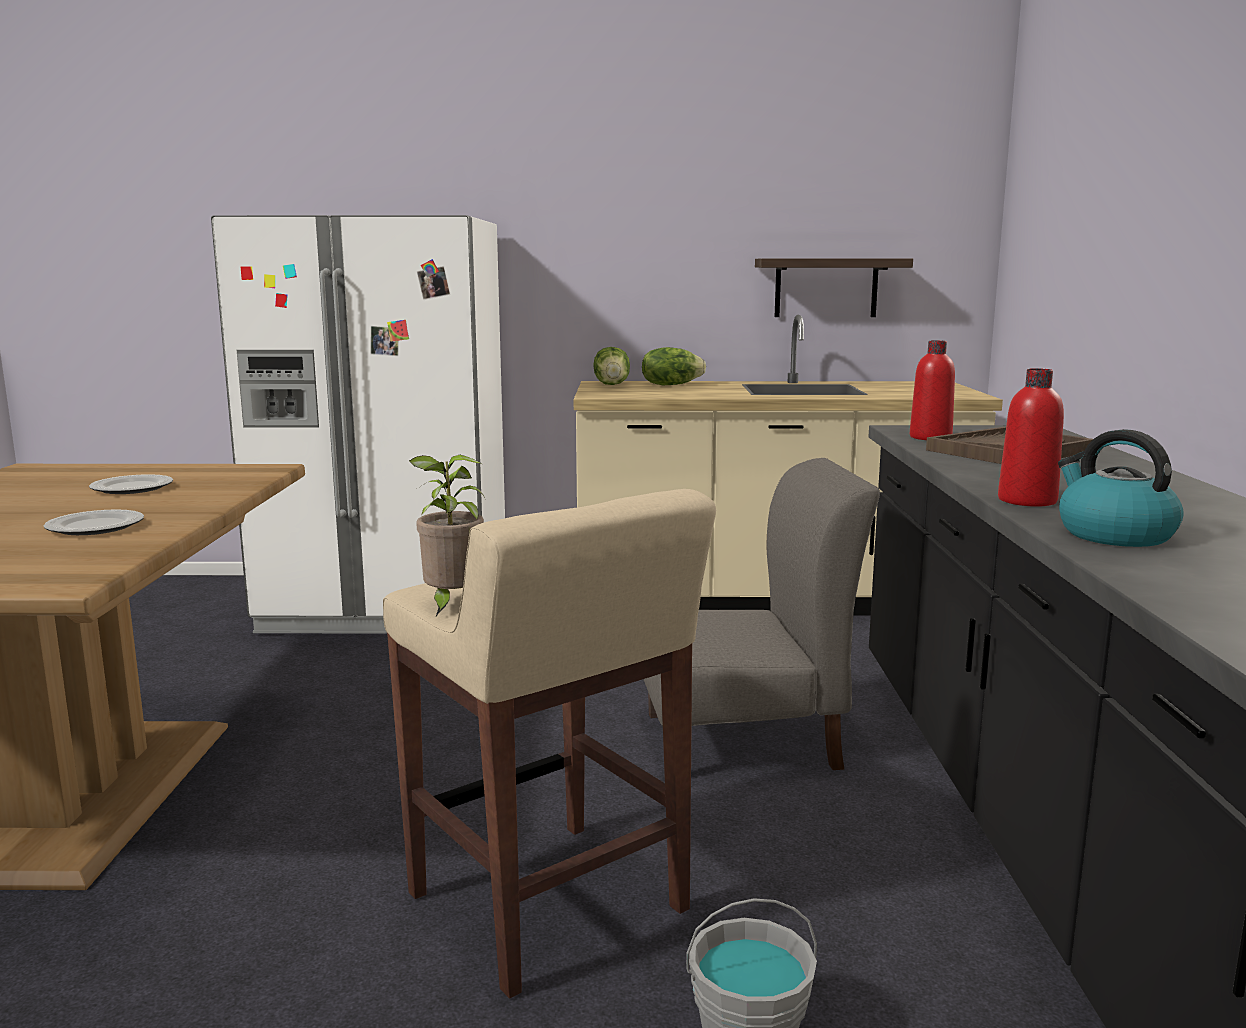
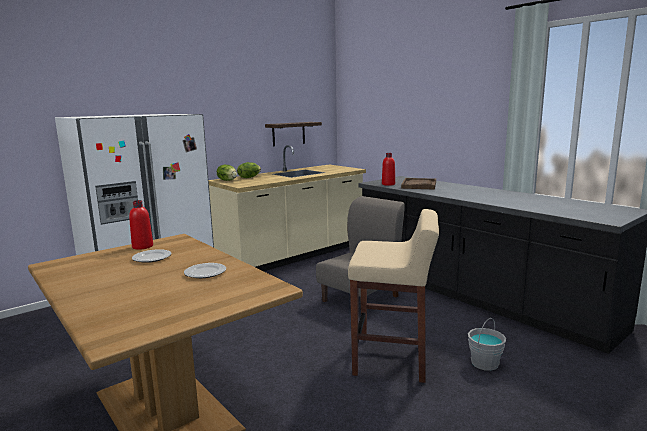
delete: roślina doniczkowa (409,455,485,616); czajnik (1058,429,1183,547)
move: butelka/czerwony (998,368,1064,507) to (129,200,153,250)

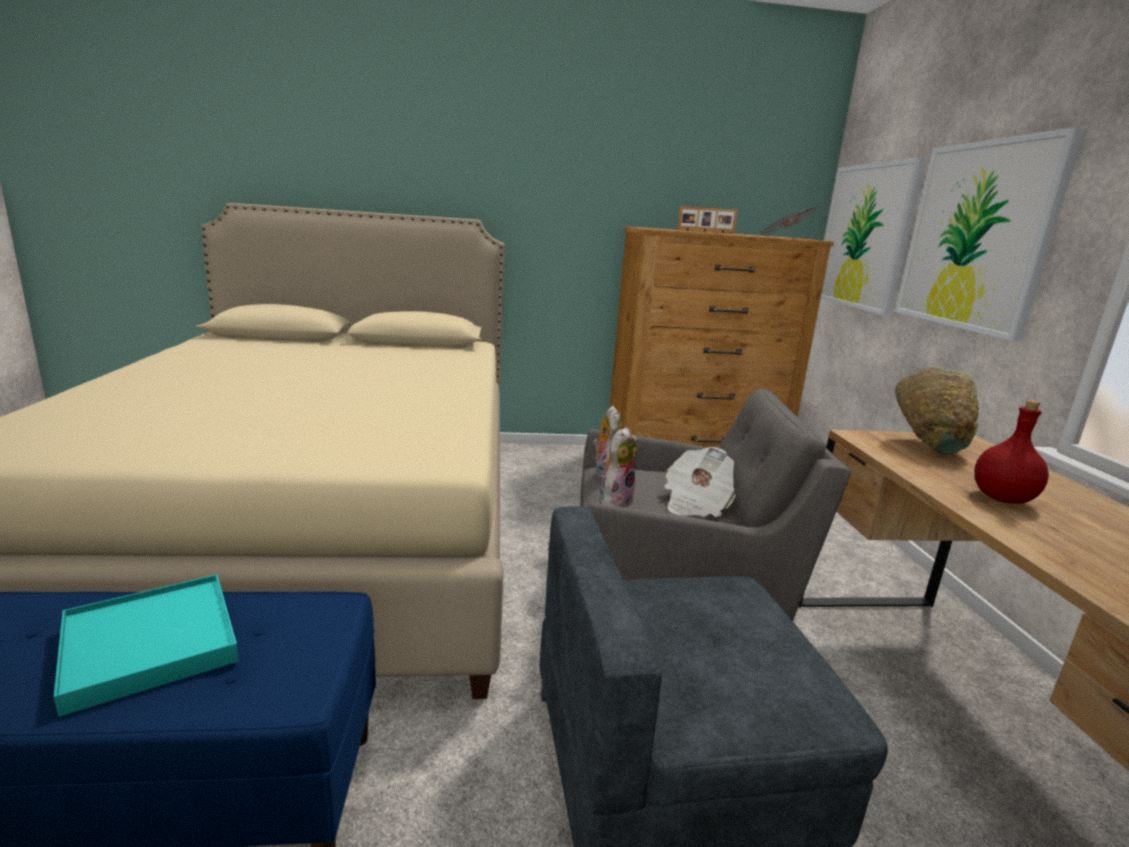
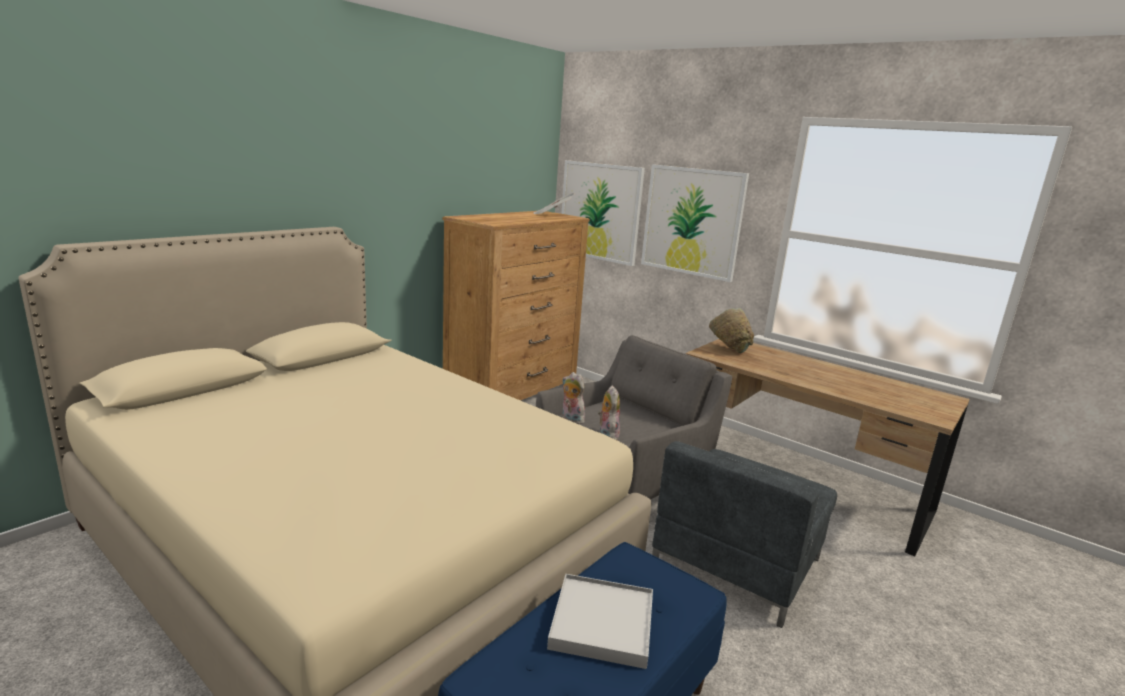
delete: gazeta (664,447,736,517); ramka na zdjęcie (677,206,738,234); butelka/czerwony (974,400,1048,504)
recolor: taca/turkusowy (54,574,239,717) to taca/biały (547,574,653,669)

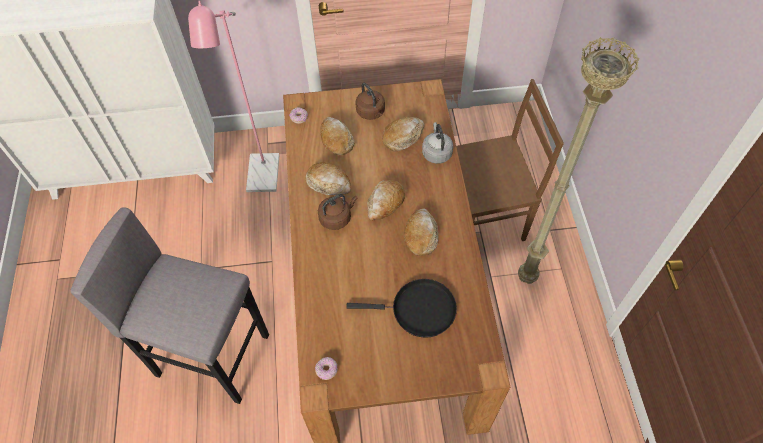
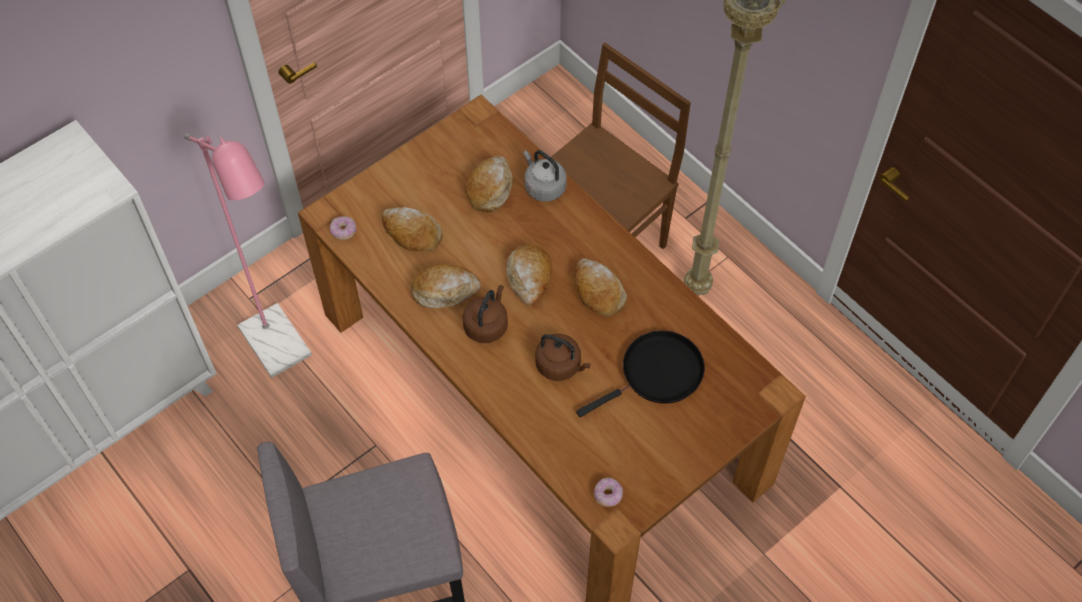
move: czajnik/brązowy (355,83,385,120) to (535,334,591,381)

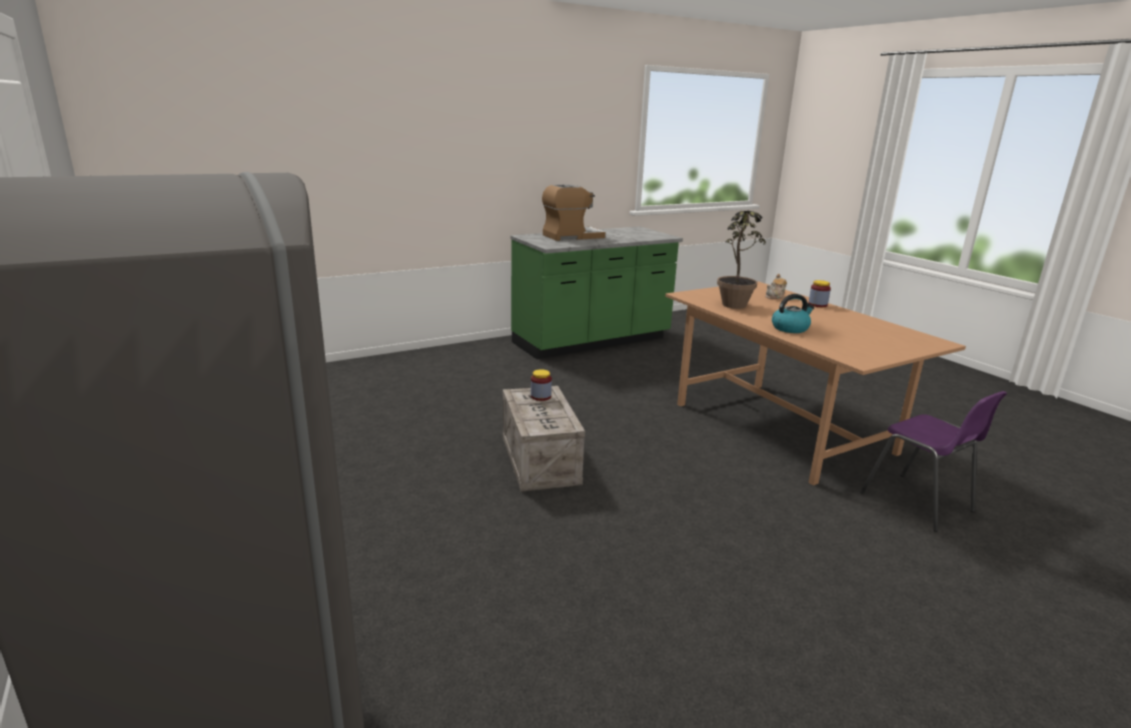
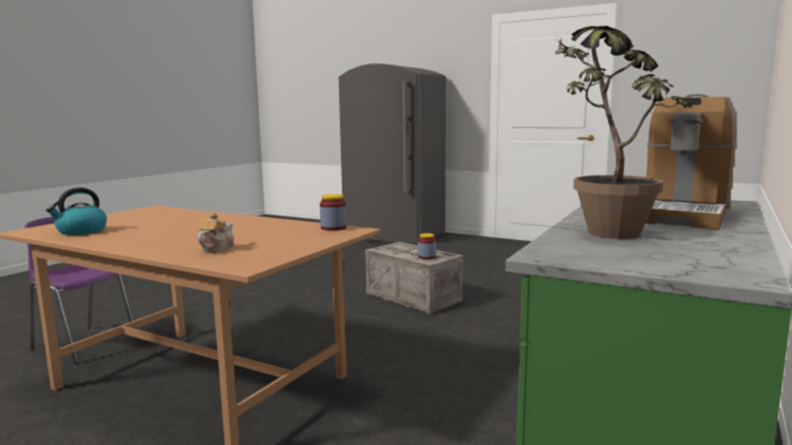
move: roślina doniczkowa (717,210,766,309) to (555,25,689,239); czajnik (772,294,815,333) to (46,187,107,235); słoik (808,280,831,307) to (320,194,347,231)

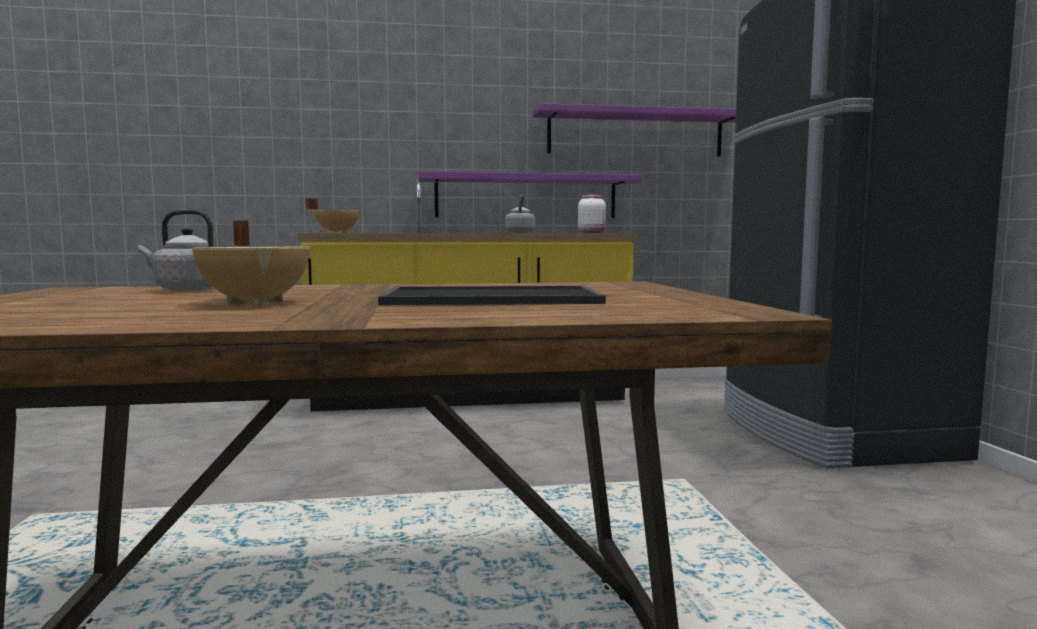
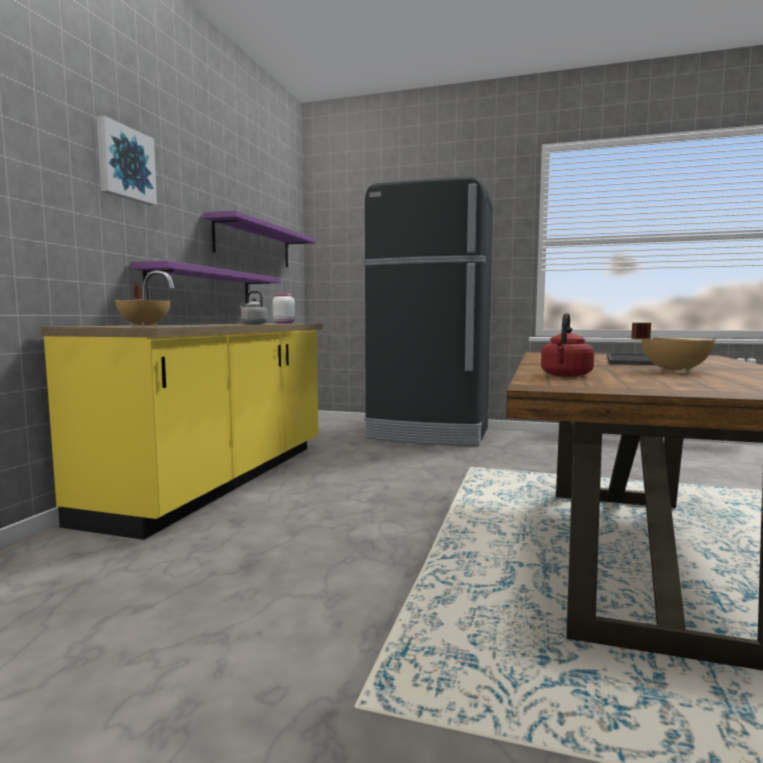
insert: obraz (96,115,157,206)
recolor: czajnik/szary (138,209,213,291) to czajnik/czerwony (541,313,595,377)

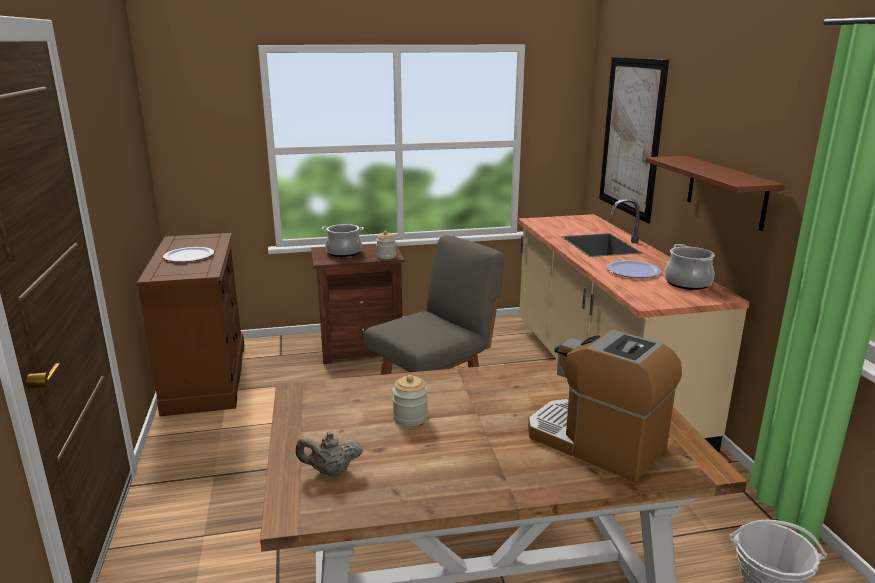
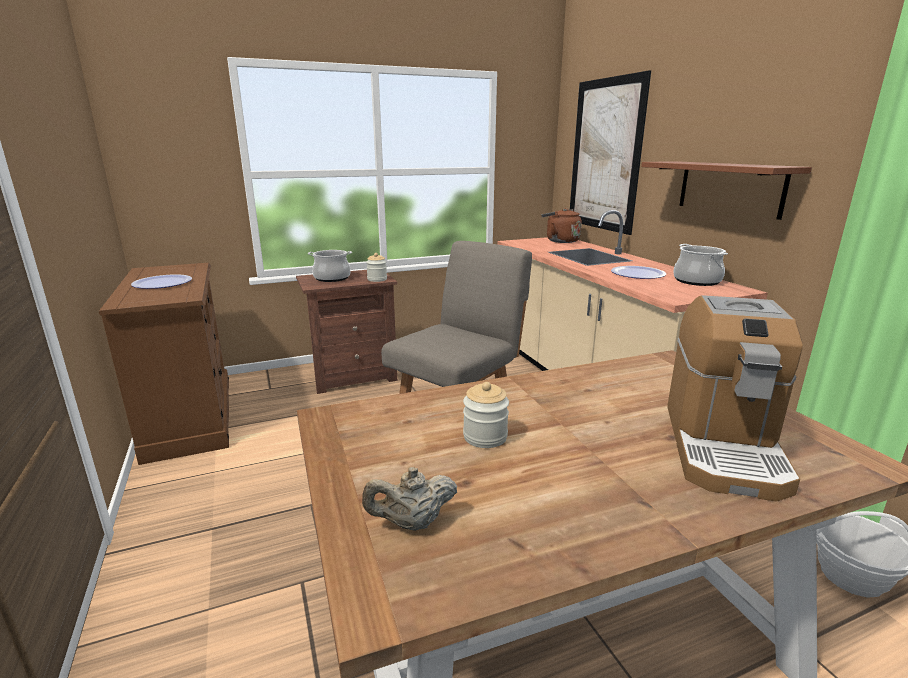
insert: czajnik/brązowy (541,208,582,243)
rotate: ekspres do kawy (528,330,682,482) = (667,295,803,502) 105 degrees counterclockwise

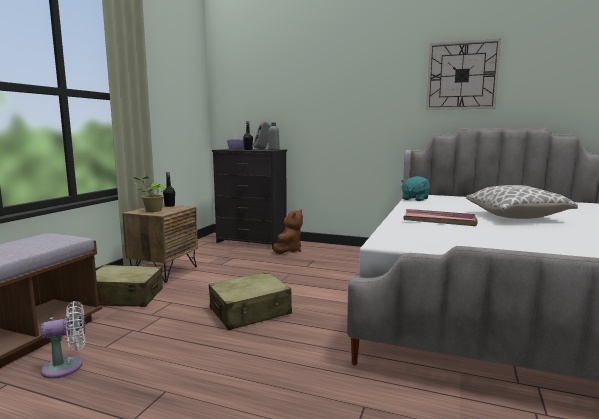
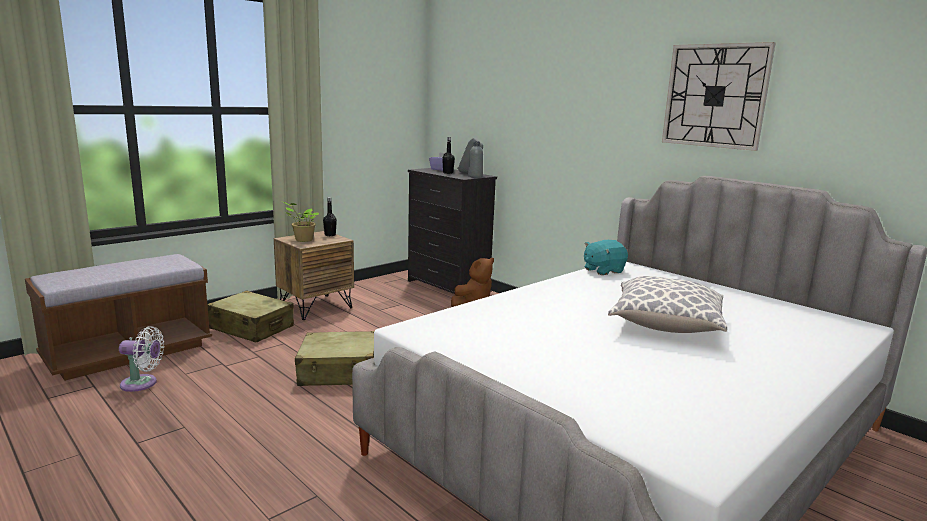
delete: taca/różowy (404,209,478,226)

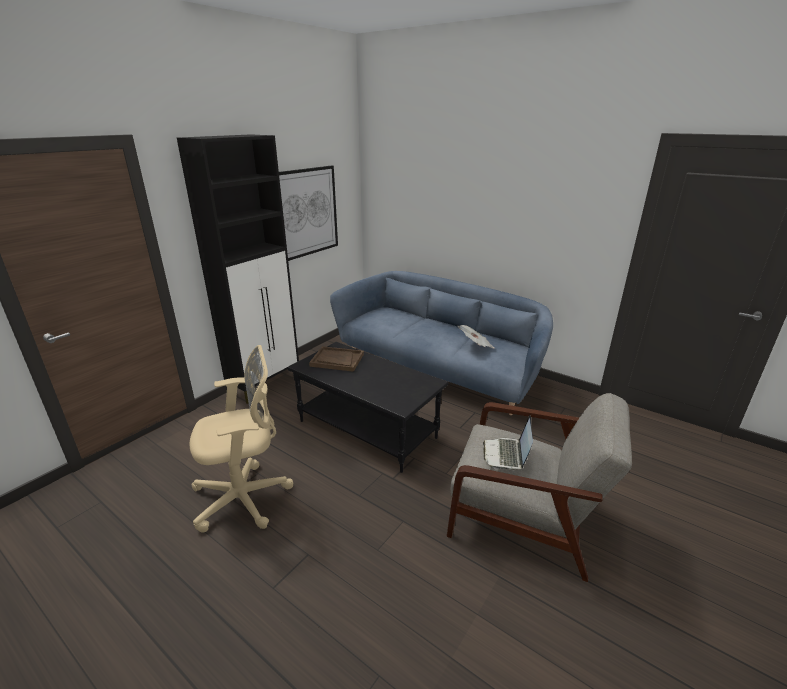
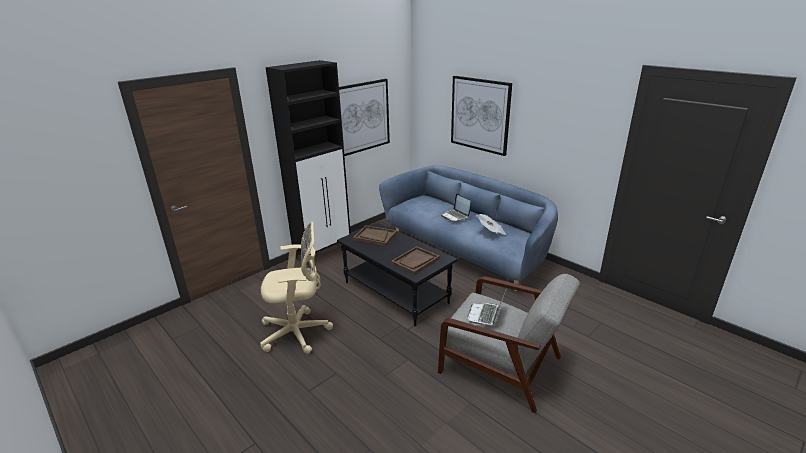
insert: taca/brązowy (391,246,440,275); laptop (441,193,471,221); obraz (451,76,512,156)

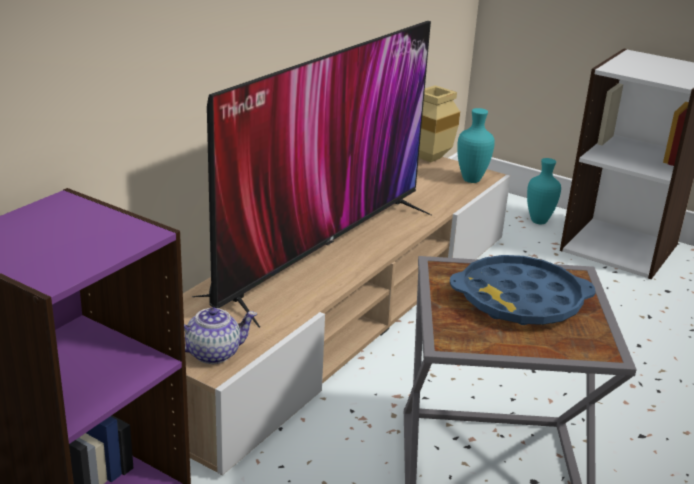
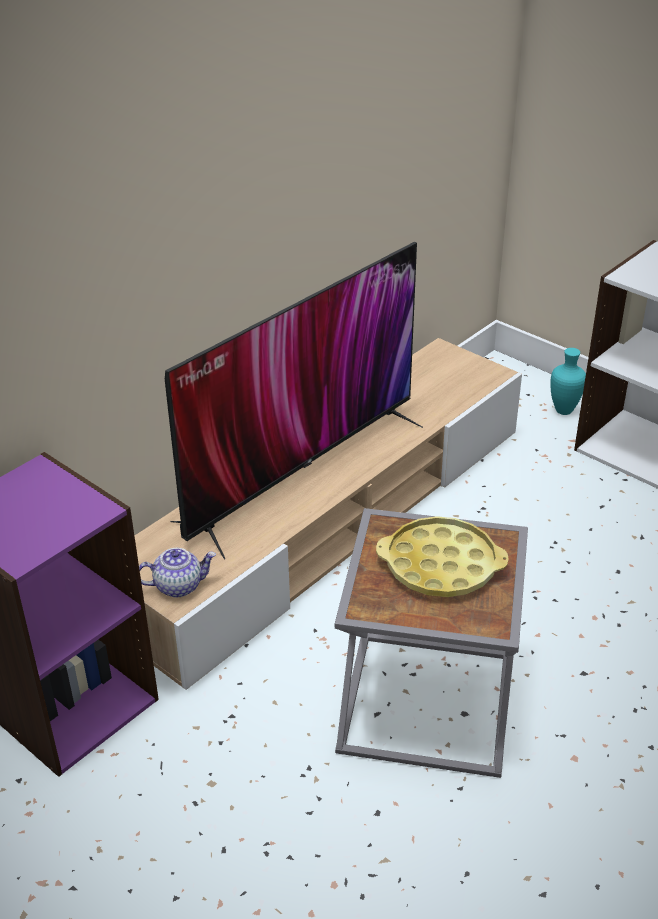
delete: wazon/beżowy (419,85,460,163); wazon/turkusowy (457,108,495,183)
recolor: taca/niebieski (450,255,596,325) to taca/żółty (376,516,509,597)

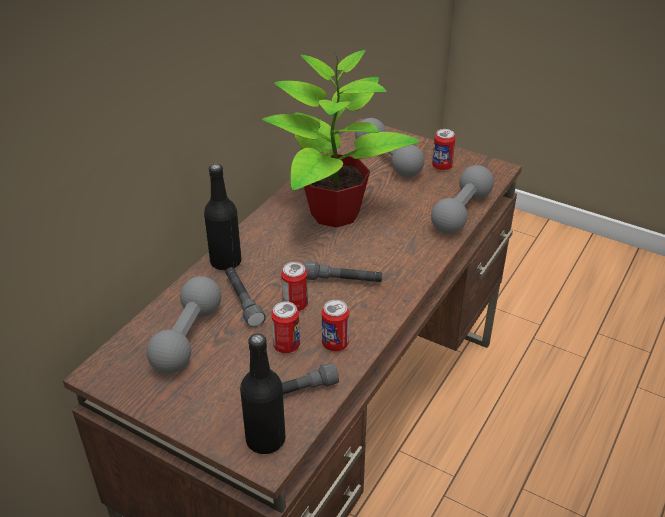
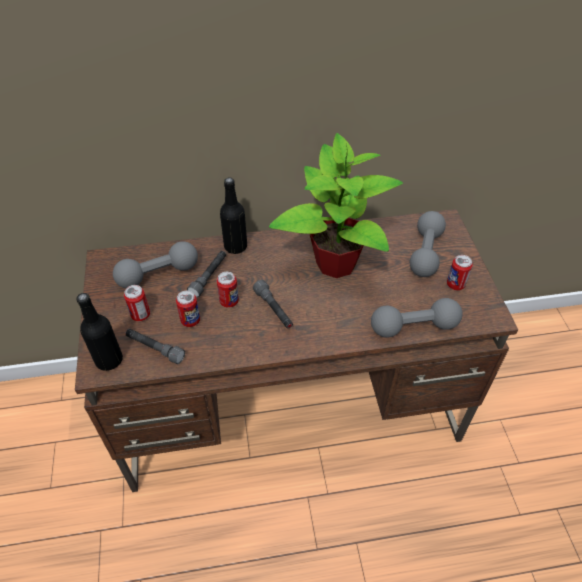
move: puszka (322,300,349,351) to (124,285,150,321)

